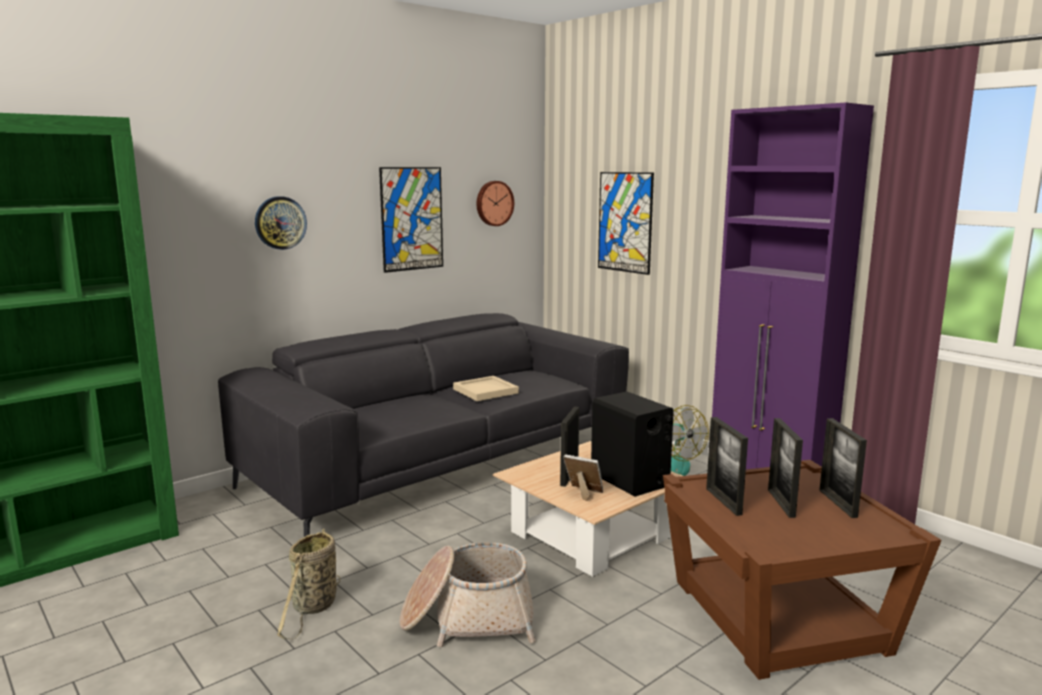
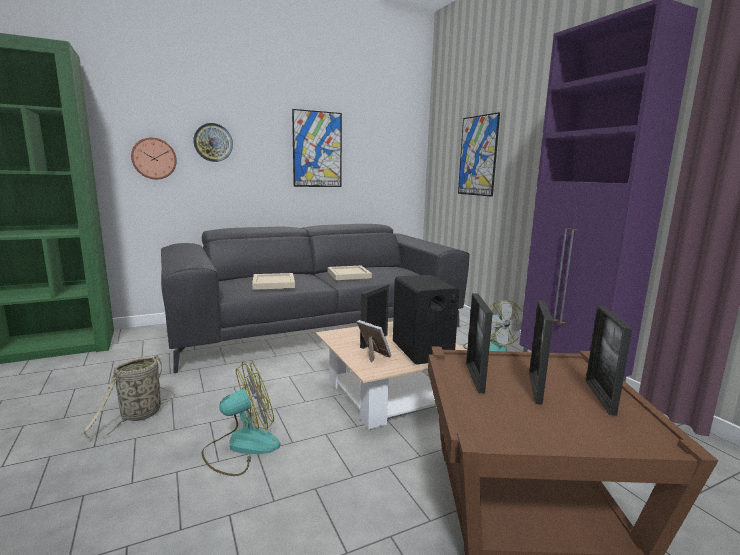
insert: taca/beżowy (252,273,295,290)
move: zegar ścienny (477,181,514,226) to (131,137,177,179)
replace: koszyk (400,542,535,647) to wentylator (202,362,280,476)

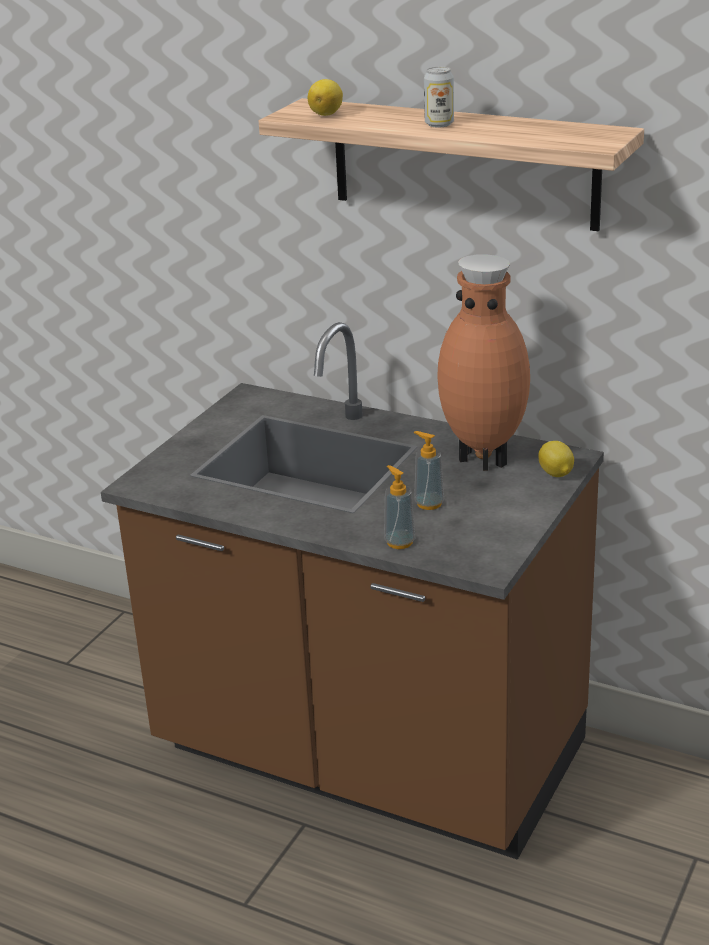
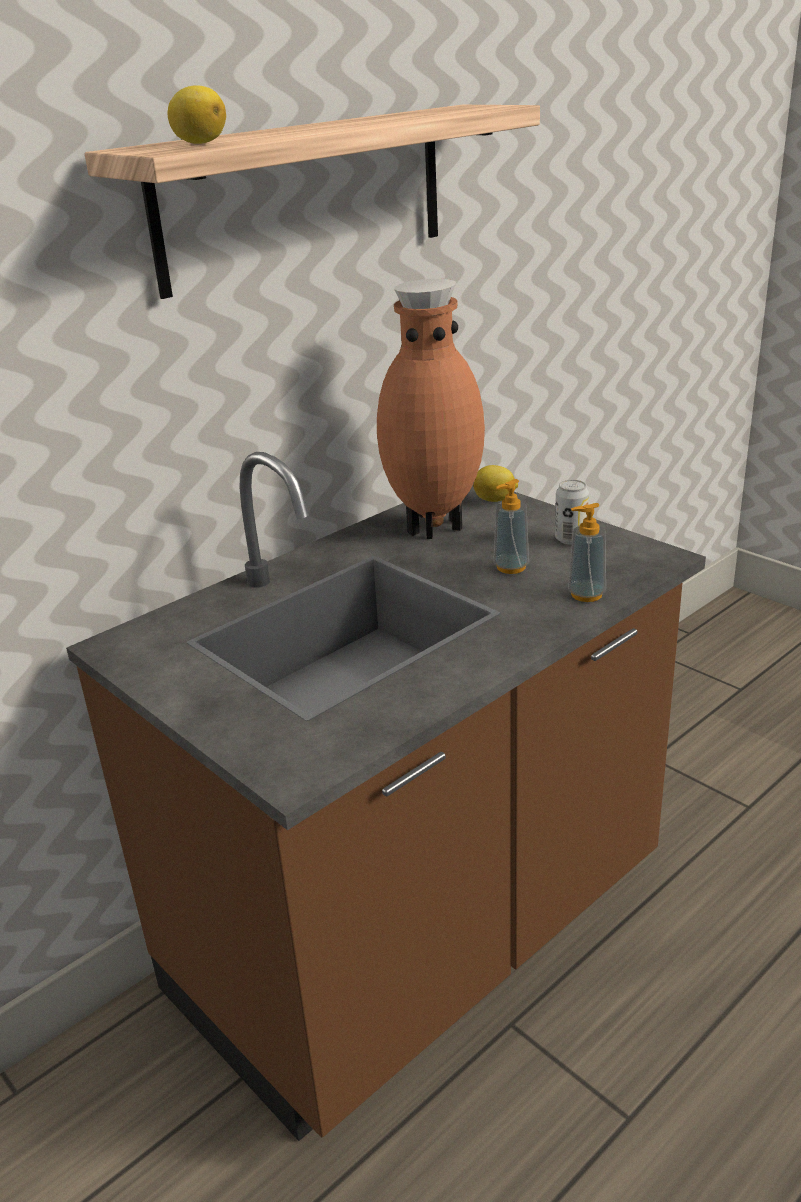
move: puszka (424,66,454,127) to (555,480,589,545)

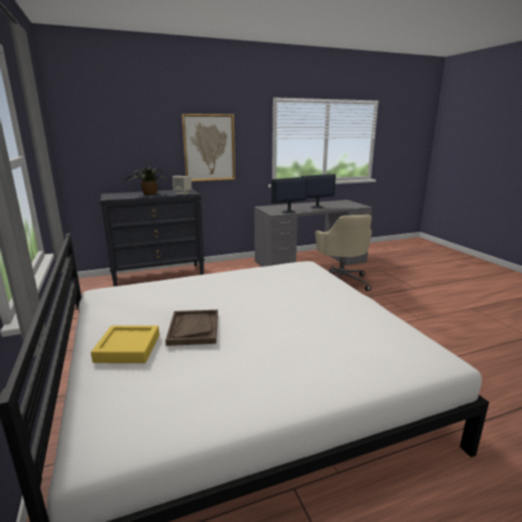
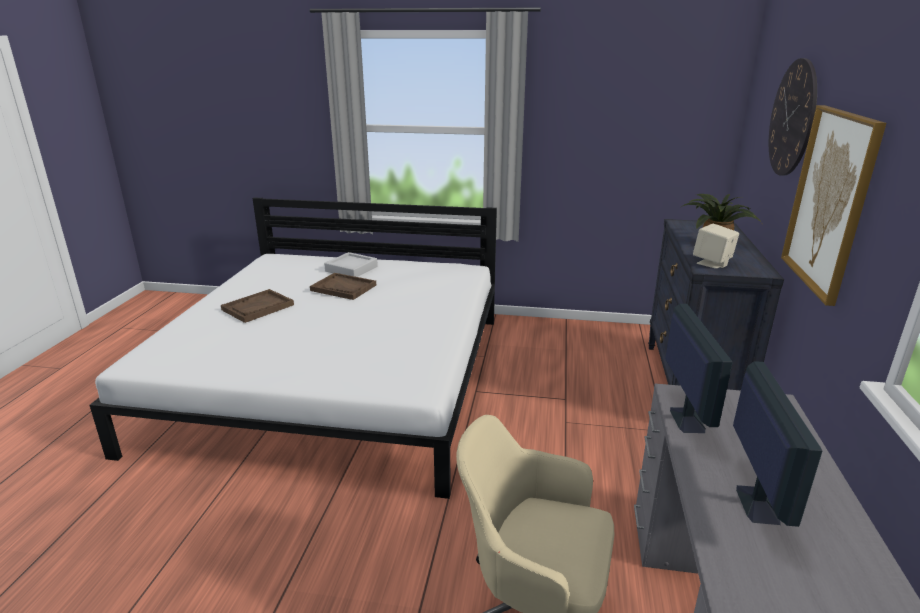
insert: taca/brązowy (221,289,294,323); zegar ścienny (769,58,817,176)
recolor: taca/żółty (91,325,159,363) to taca/szary (324,252,378,277)

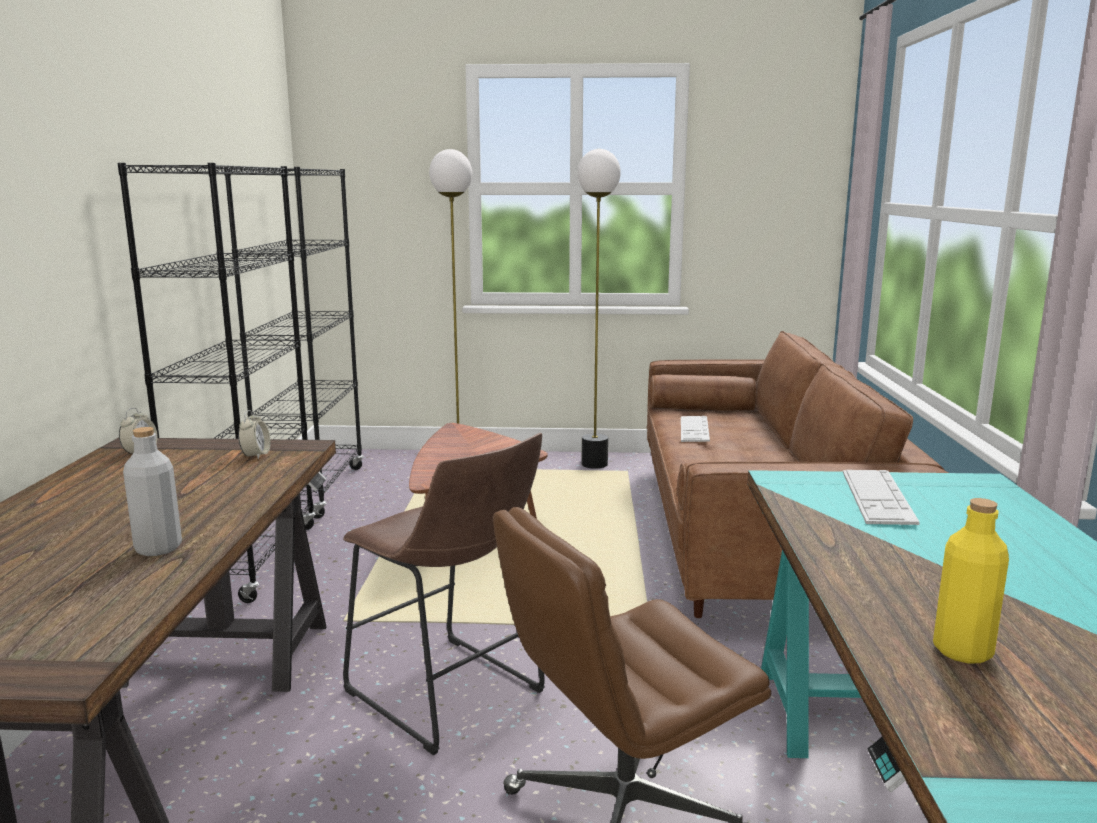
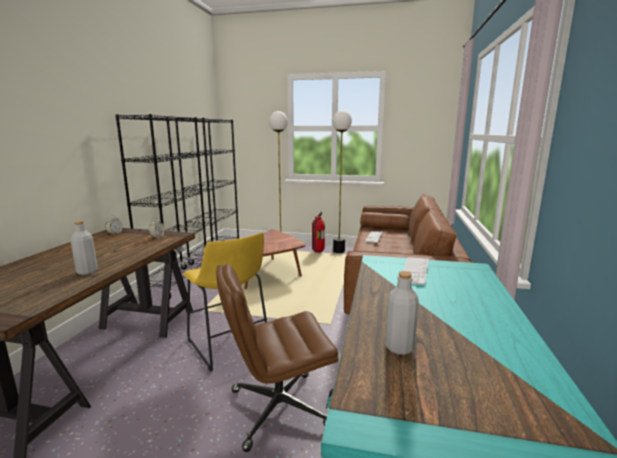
insert: gaśnica (312,212,325,253)
recolor: stołek/brązowy (343,433,545,755) to stołek/żółty (183,232,267,371); butelka/żółty (933,498,1009,664) to butelka/szary (385,271,419,355)

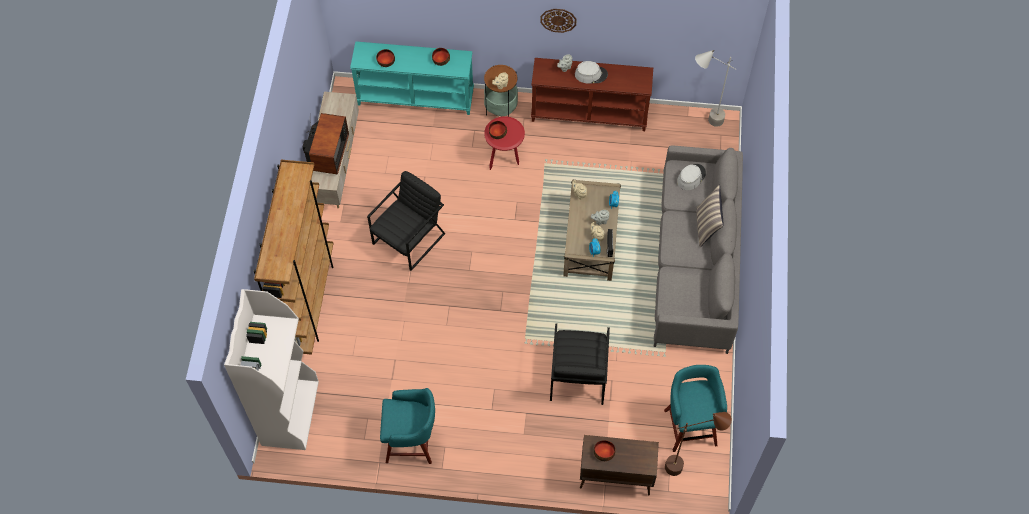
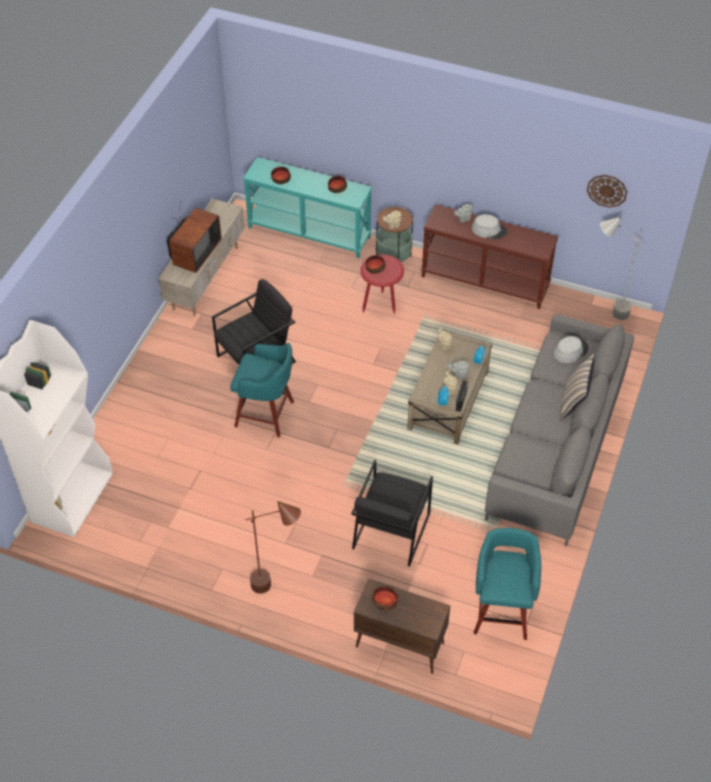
delete: regał/brązowy (254,160,334,355)
move: stołek/turkusowy (380,388,435,464) to (230,343,294,437); zegar ścienny (540,9,577,33) to (587,175,627,208); lampa stojąca/brązowy (665,412,732,476) to (245,501,301,594)

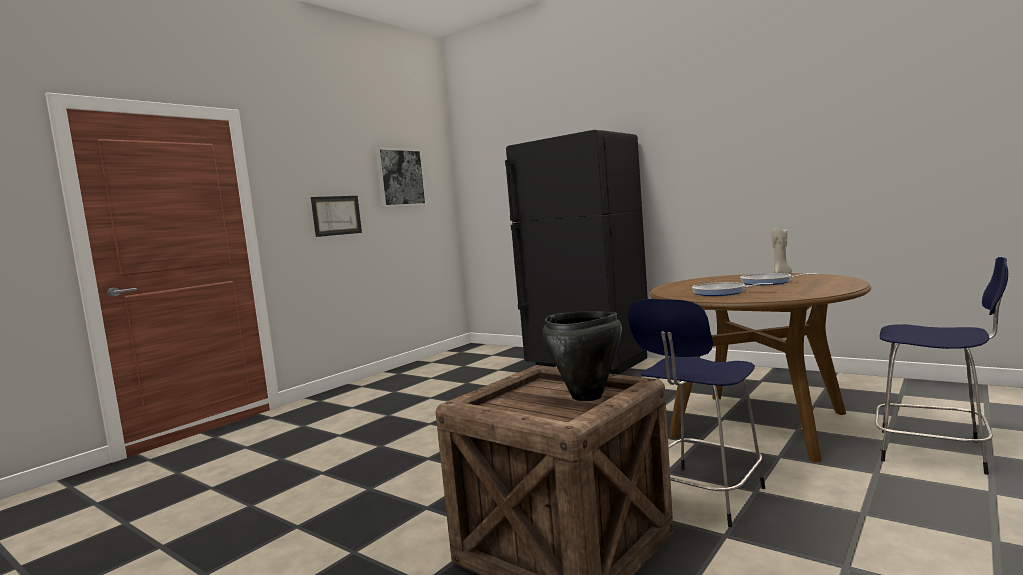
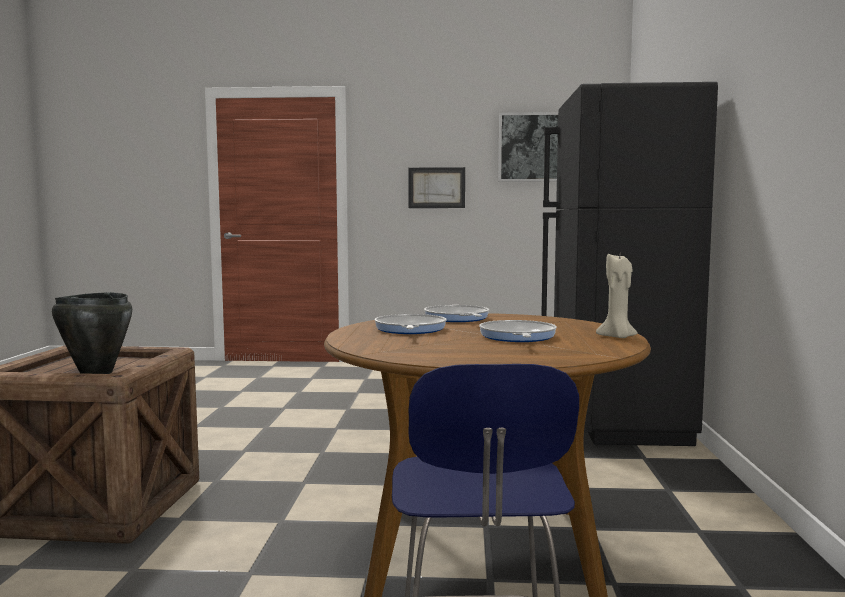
delete: stołek/niebieski (628,299,765,527)
insert: patelnia (424,305,489,322)

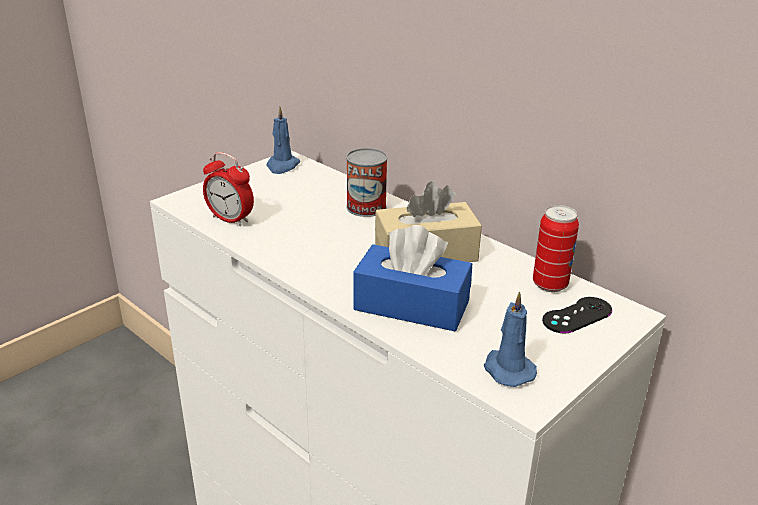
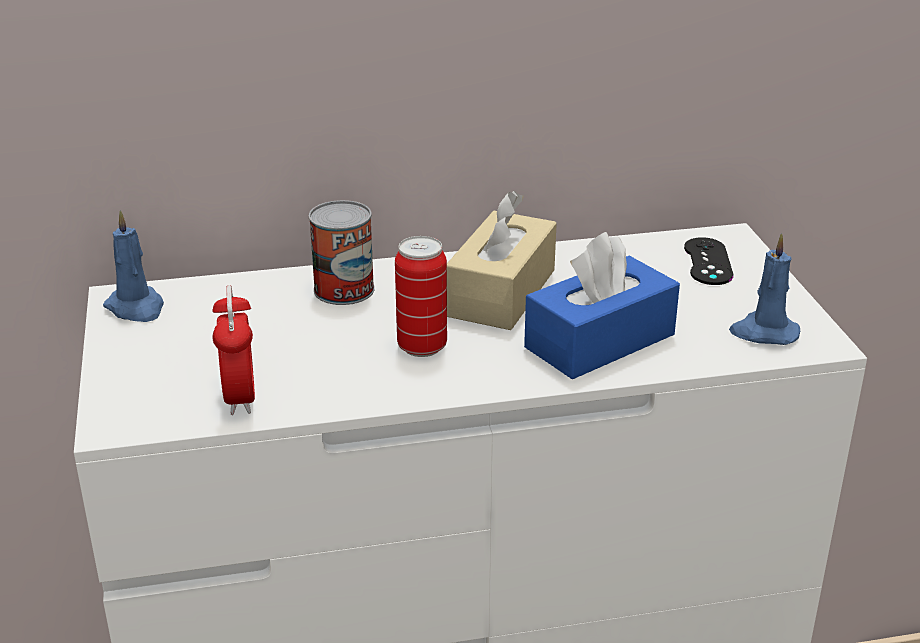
move: puszka (533,205,579,292) to (395,236,447,357)
rotate: budzik (203,152,254,226) = (212,285,255,415) 75 degrees counterclockwise

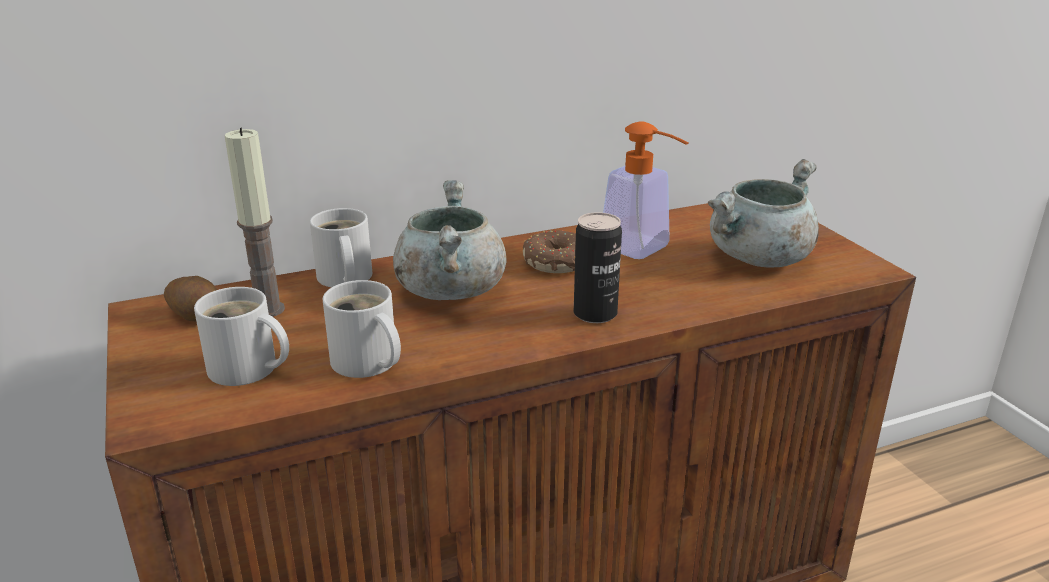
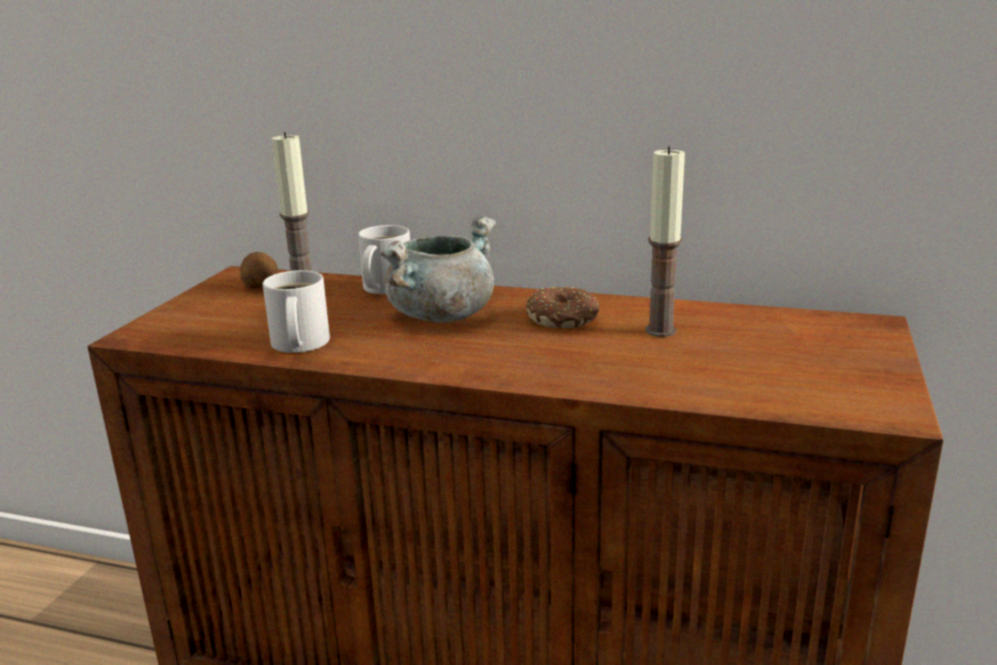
delete: kubek/biały (194,287,289,386); puszka (574,212,622,323); garnek/szary (708,159,819,268)
replace: dozownik mydła (603,122,689,259) to świeca (645,146,685,337)

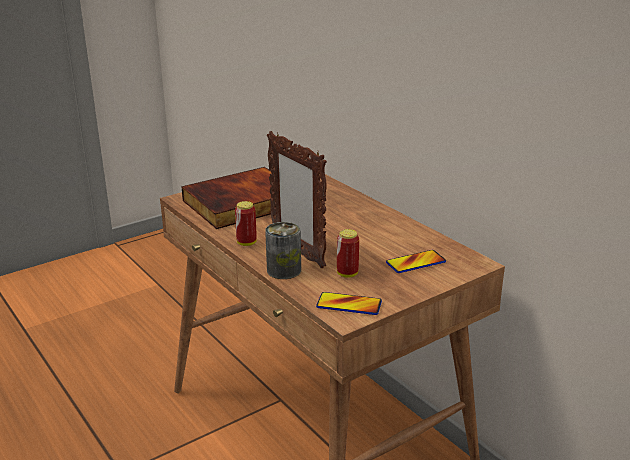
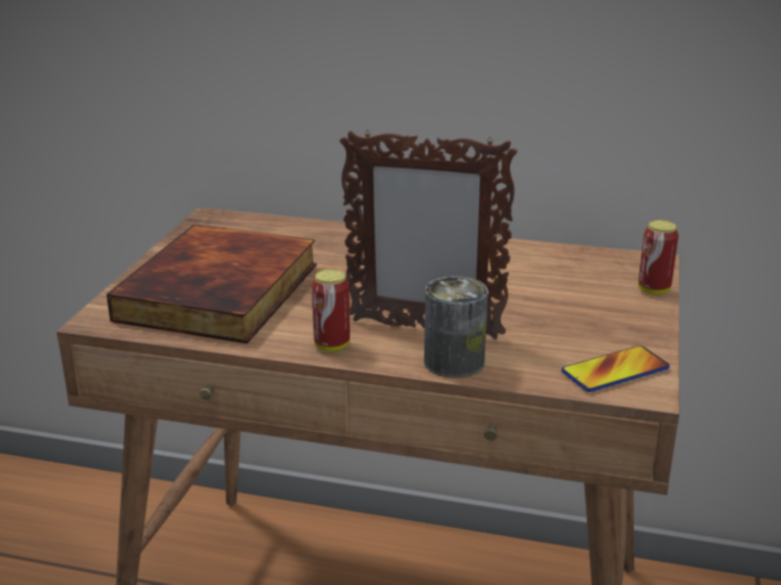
delete: telefon (386,250,446,273)
move: puszka (337,229,359,278) to (638,220,679,295)

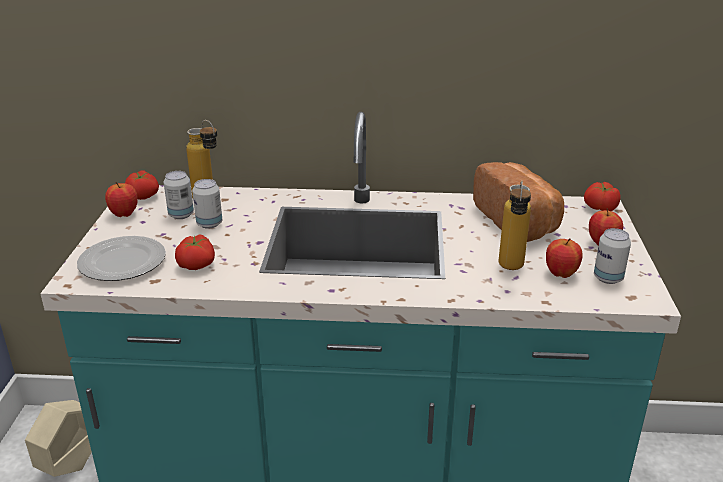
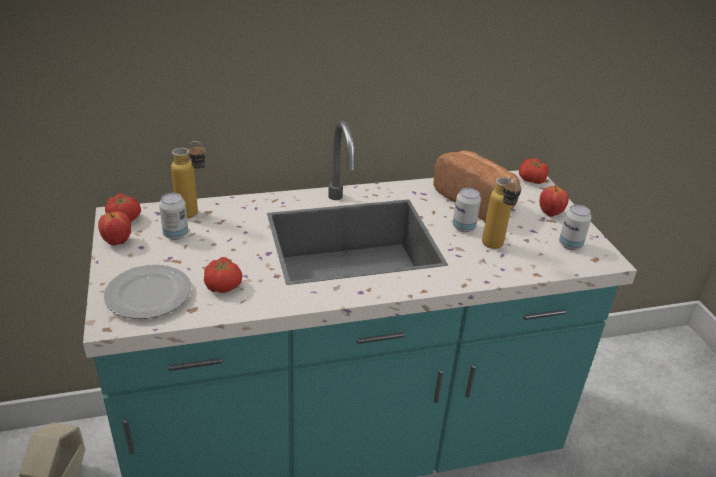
delete: jabłko (546,238,583,278)
move: puszka (192,179,222,229) to (453,188,481,232)

